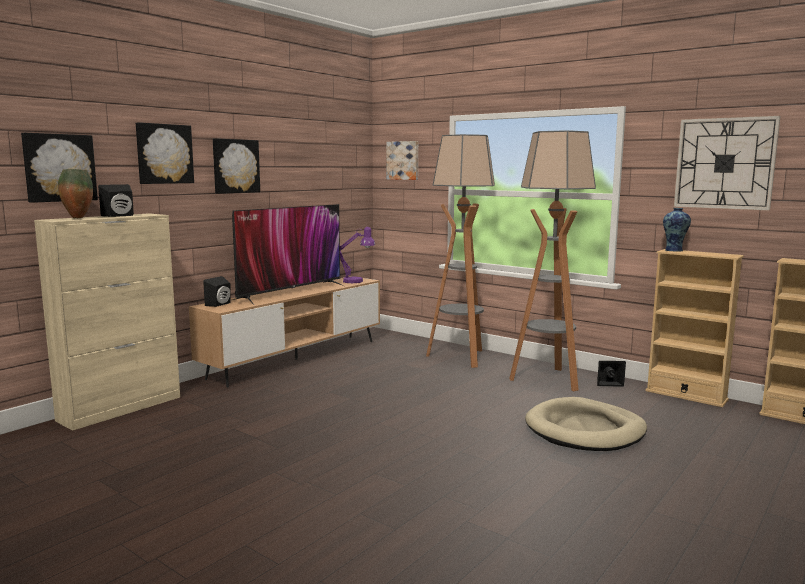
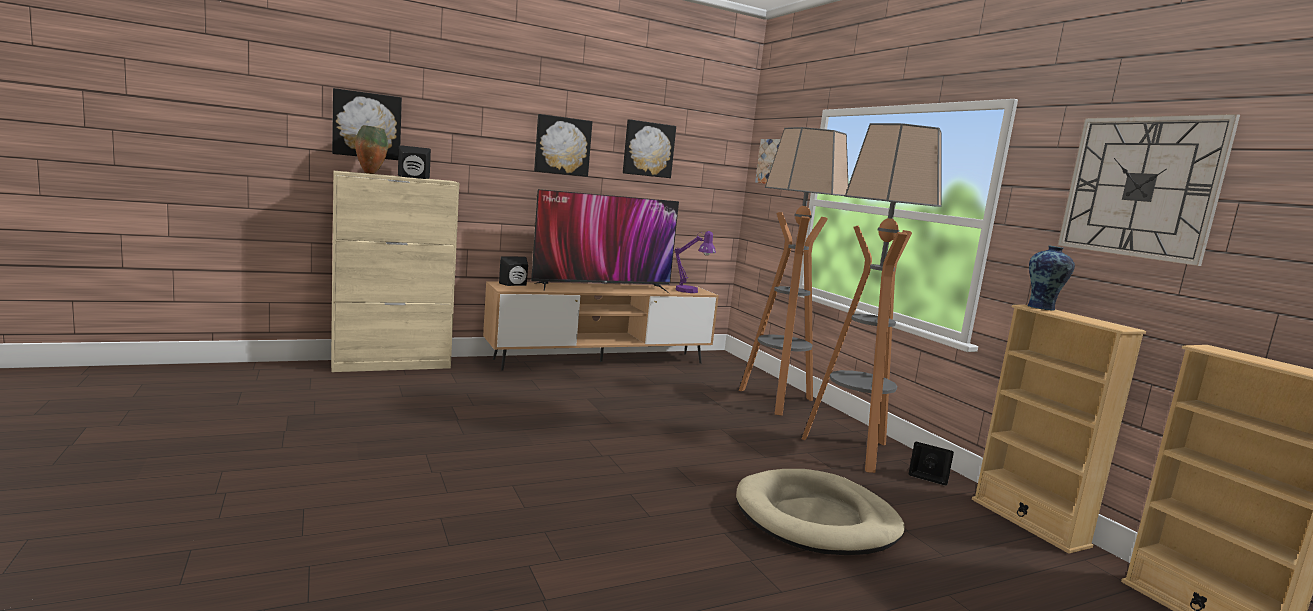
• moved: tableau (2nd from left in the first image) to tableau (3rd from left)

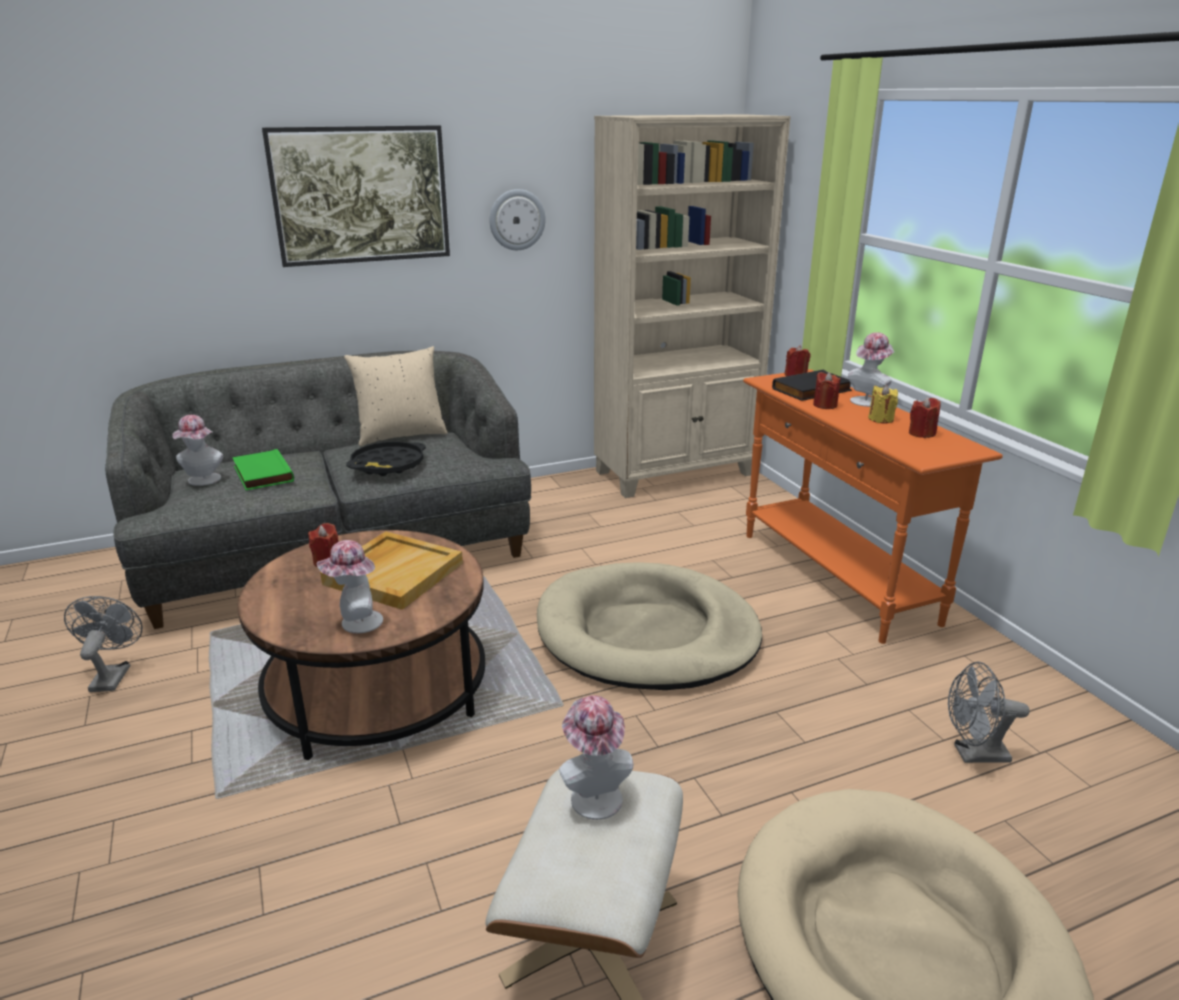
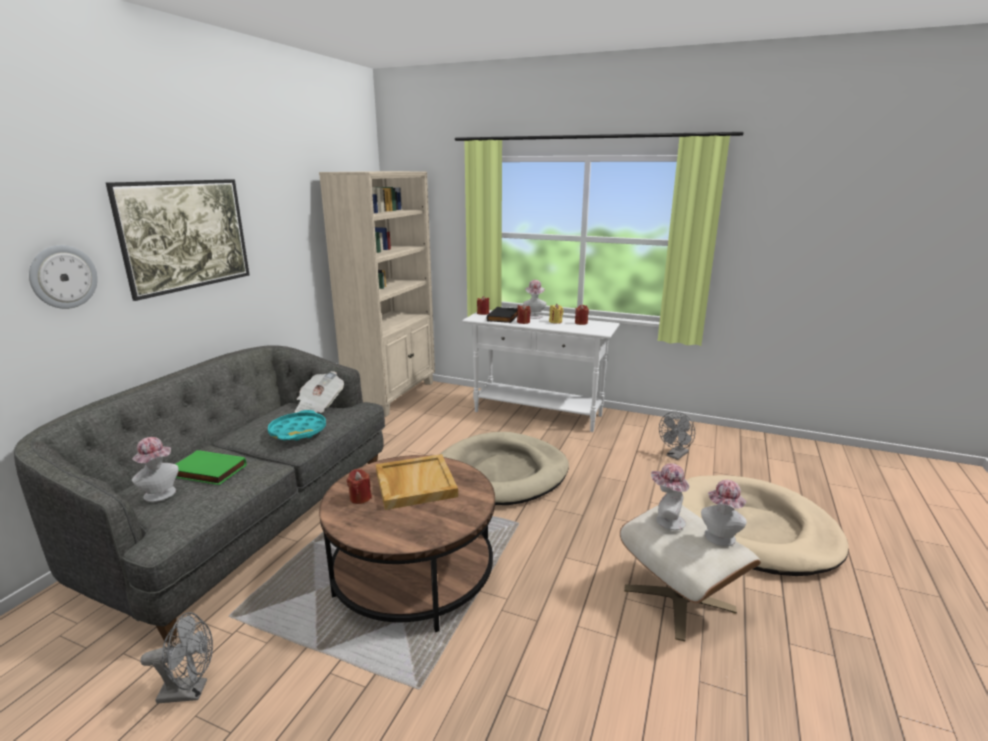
• turned: ventilateur [gris] (1st from left) 135 degrees clockwise
• moved: chapeau (2nd from left in the first image) to chapeau (4th from left)
• removed: coussin [beige]
• recoloured: plateau [noir] to plateau [turquoise]
• moved: horloge murale
• recoloured: table console [orange] to table console [blanc]
• added: journal

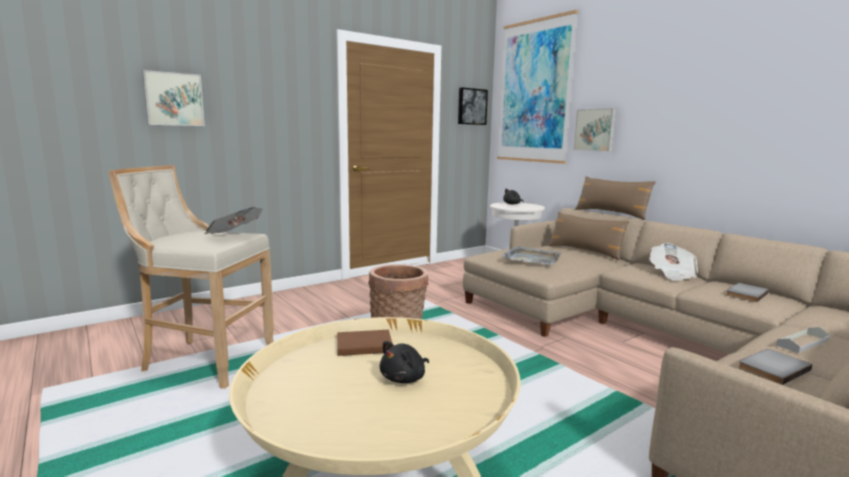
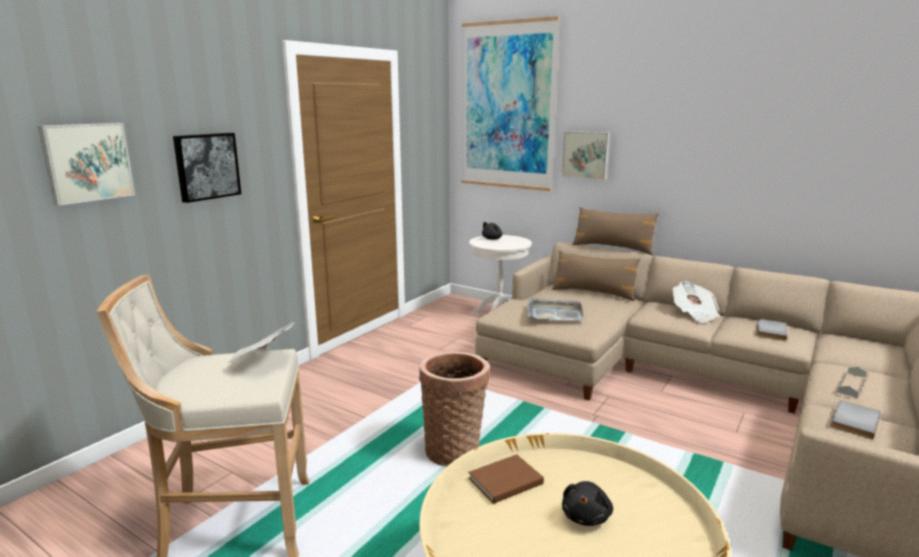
• moved: tableau (2nd from left)

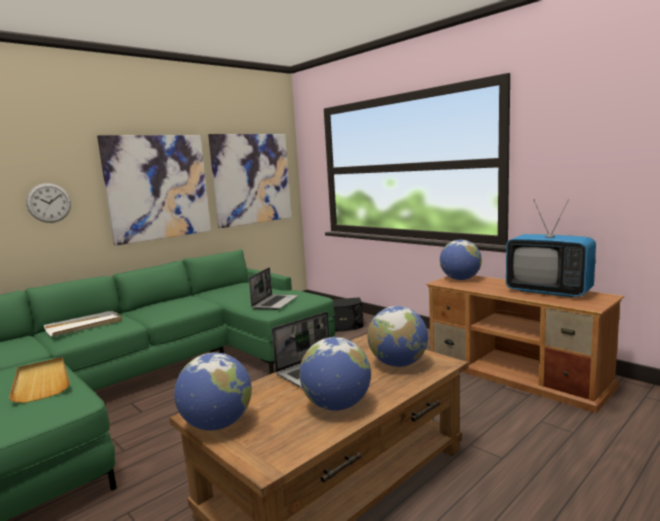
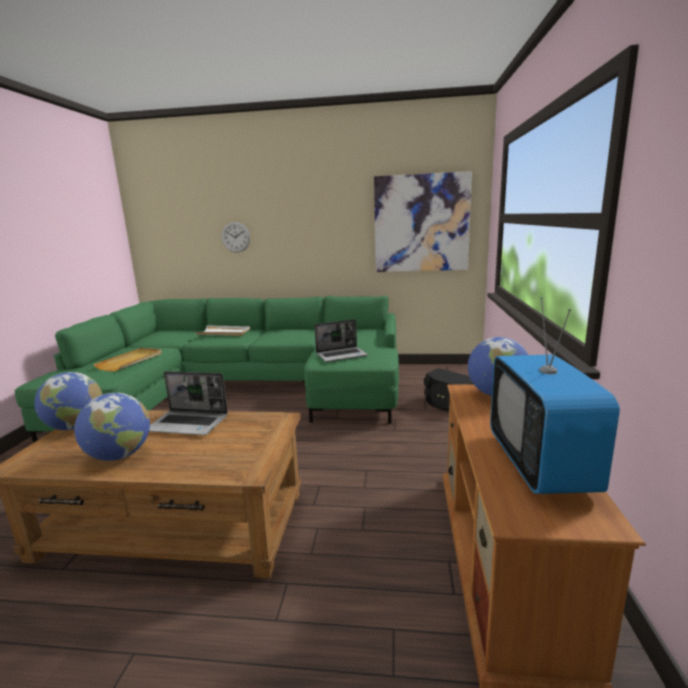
• removed: tableau (1st from left)
• removed: globe (3rd from left)

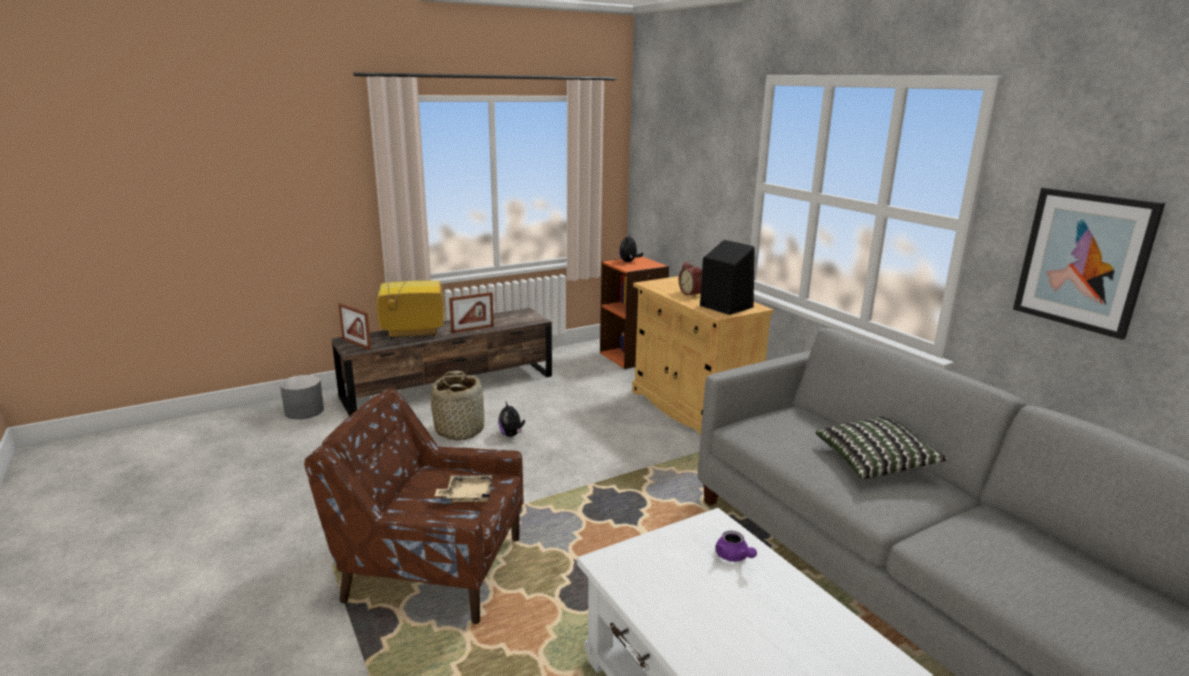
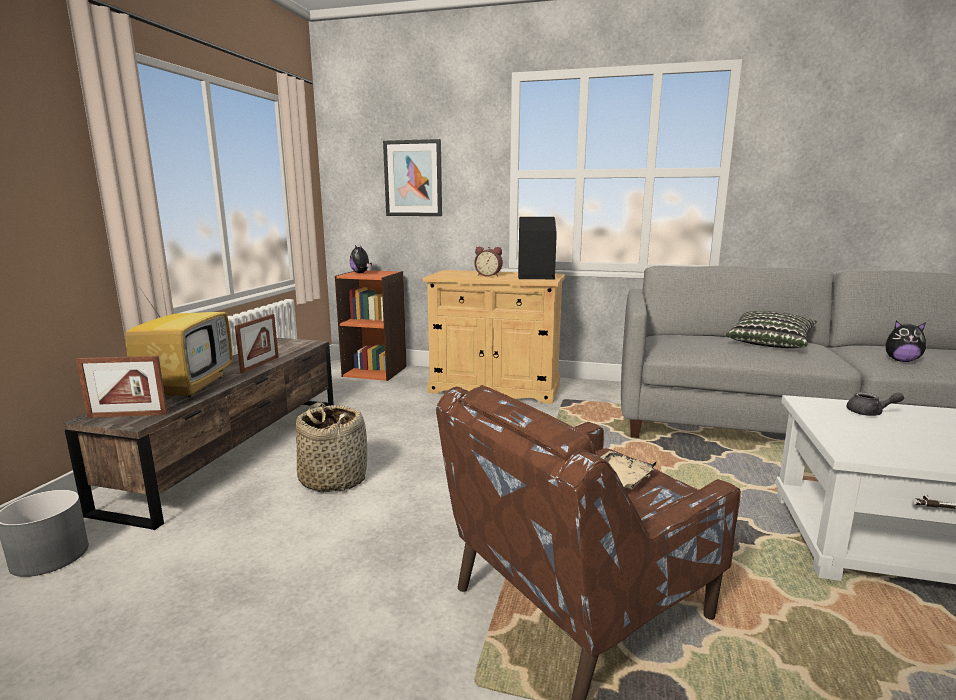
• turned: téléviseur 150 degrees clockwise
• moved: peluche (1st from left in the first image) to peluche (2nd from left)
• recoloured: théière [violet] to théière [gris]
• moved: tableau

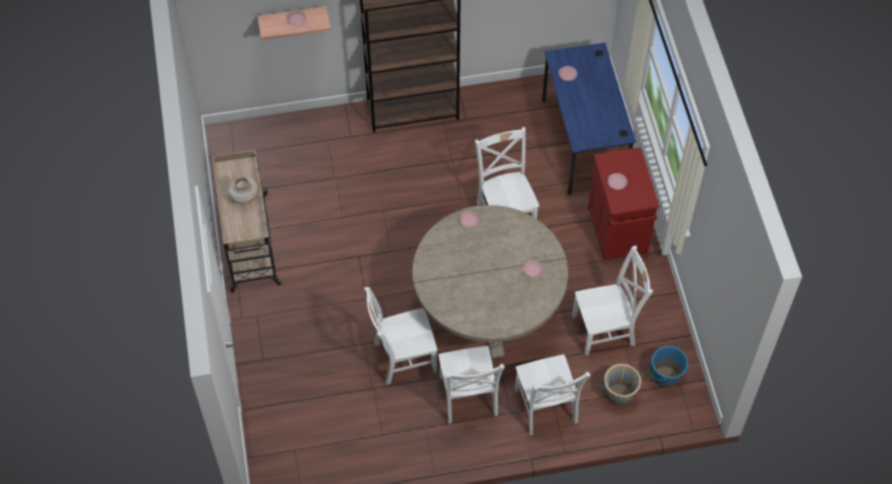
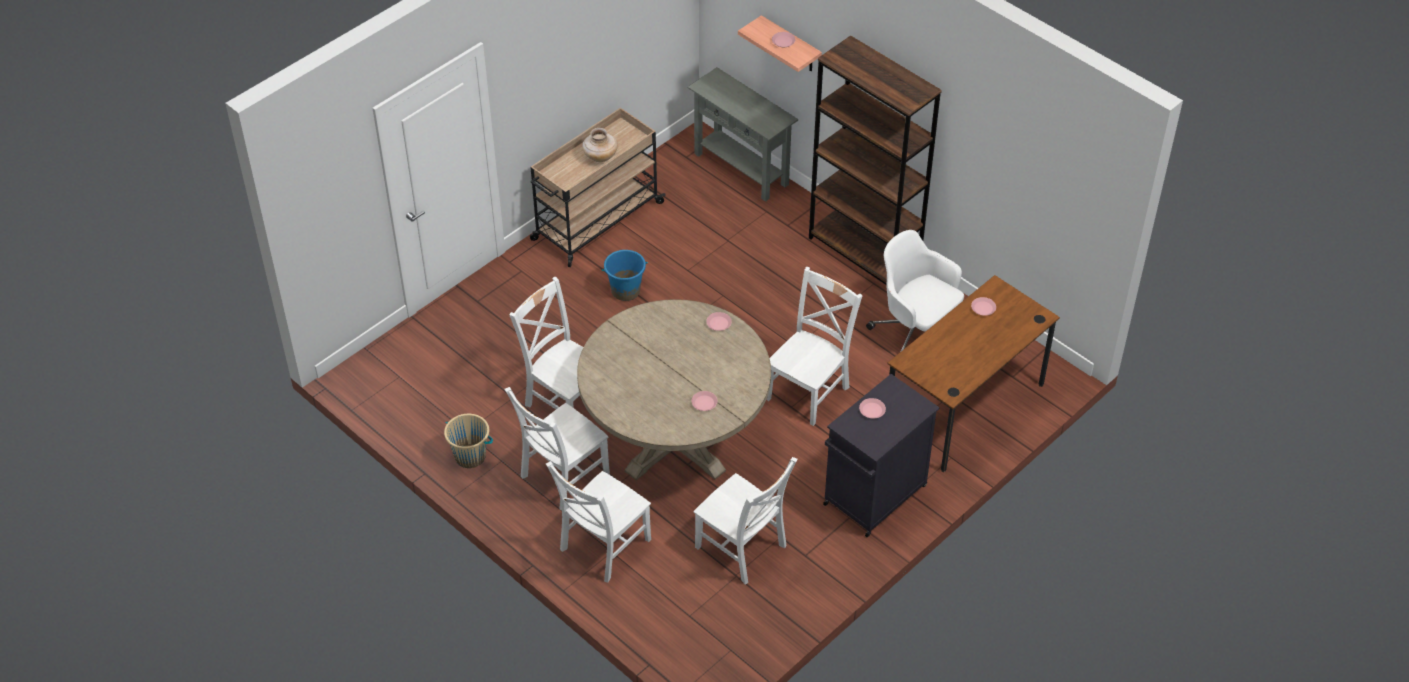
• recoloured: bureau [bleu] to bureau [marron]
• recoloured: meuble de rangement [rouge] to meuble de rangement [noir]
• moved: seau [beige]
• moved: seau [bleu]
• added: table console [gris]
• added: chaise de bureau [blanc]

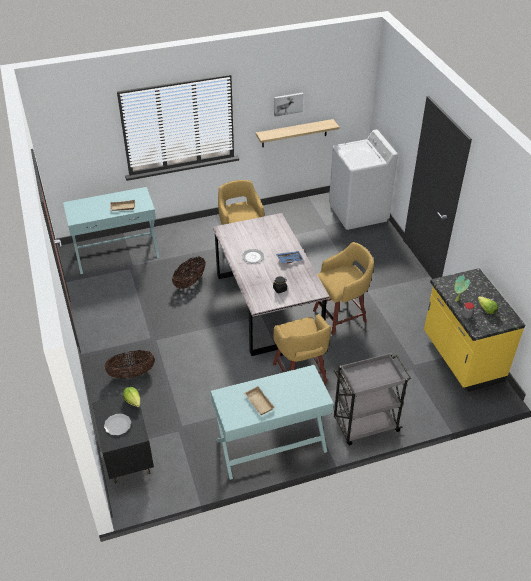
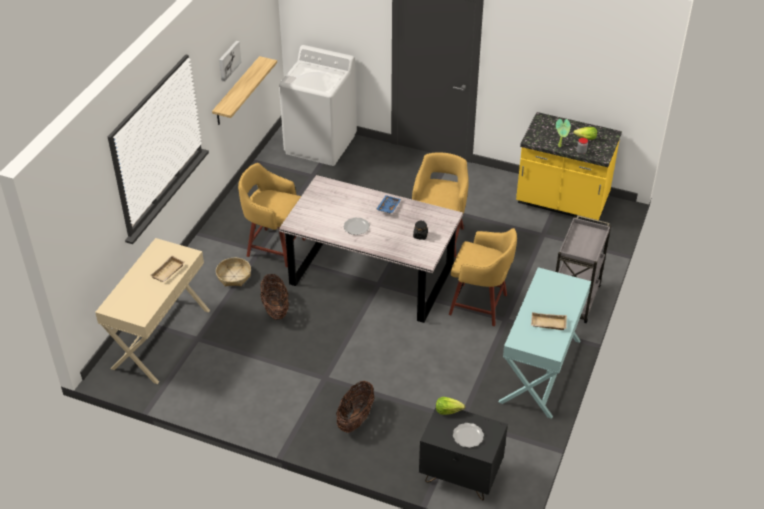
• recoloured: table console [turquoise] (1st from left) to table console [beige]
• added: panier (1st from left)

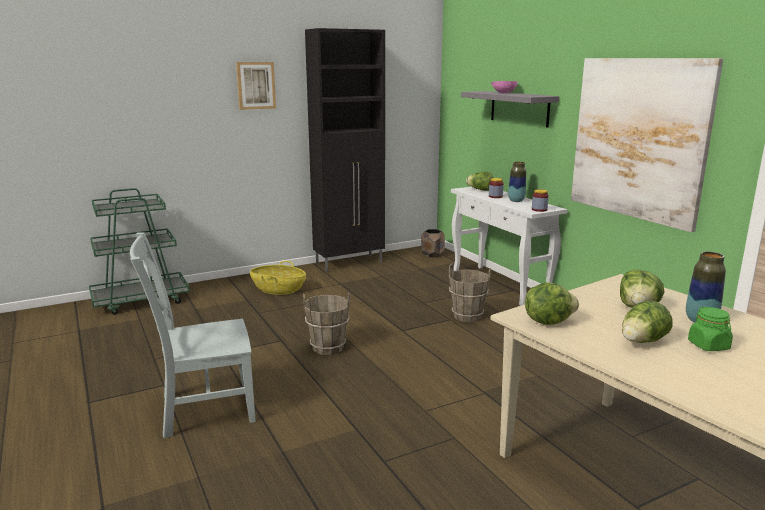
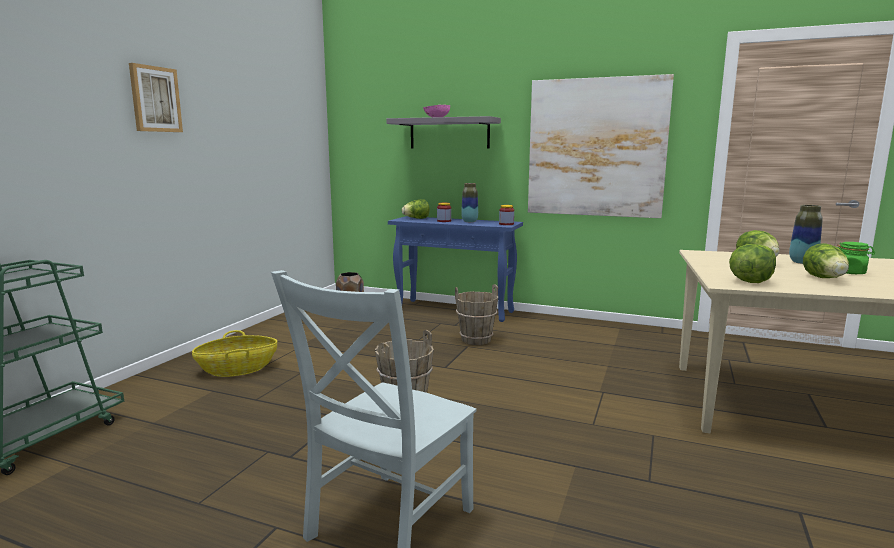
• removed: meuble de rangement [noir]
• recoloured: table console [blanc] to table console [bleu]

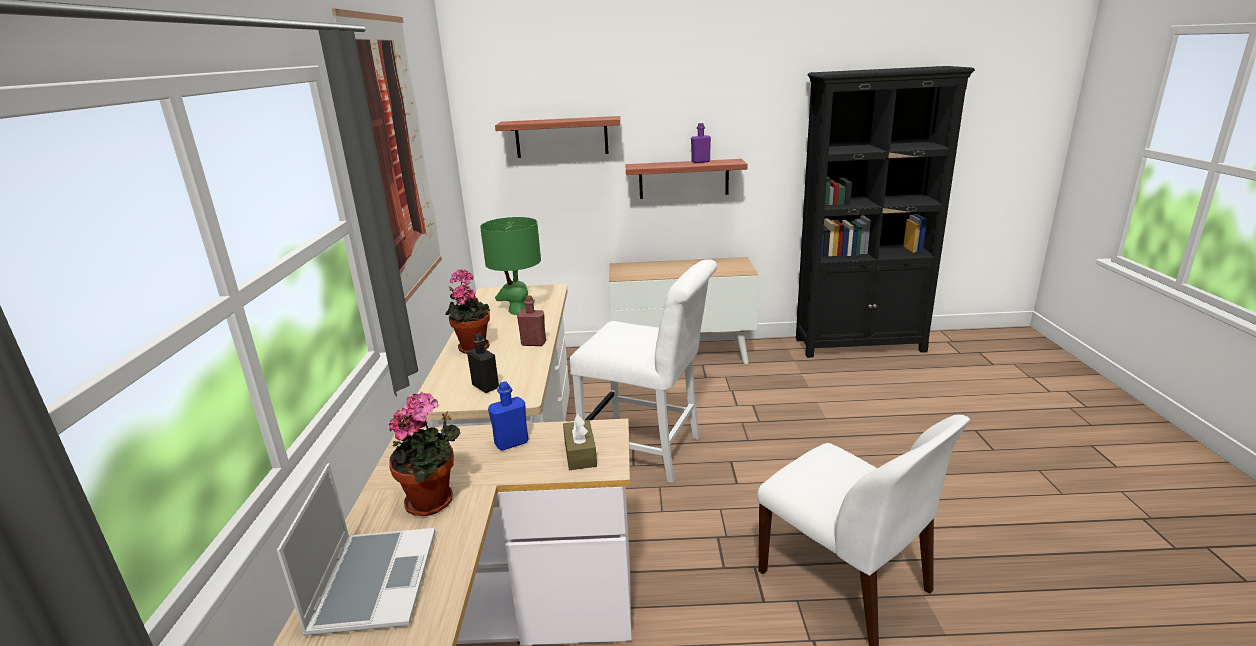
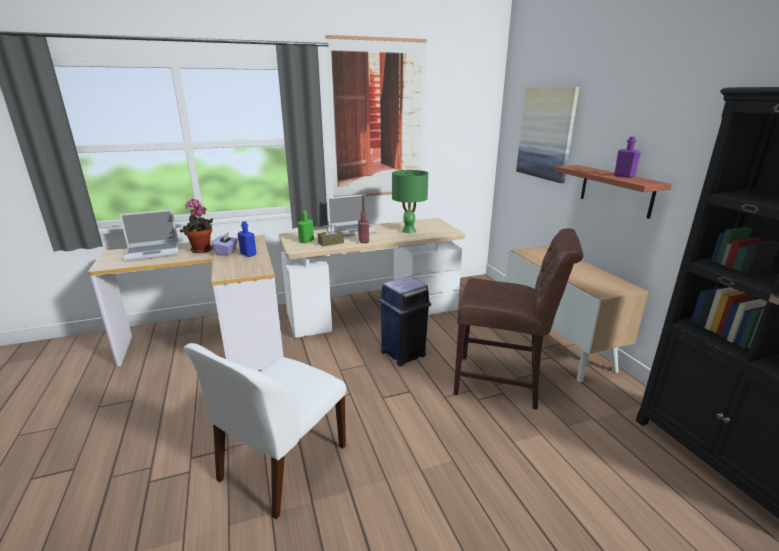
• replaced: plante en pot (2nd from left) to ordinateur portable (2nd from left)
• recoloured: bouteille [noir] to bouteille [vert]
• replaced: étagère (1st from left) to tableau (2nd from left)
• moved: boîte à mouchoirs [marron]
• replaced: chaise [blanc] (1st from left) to poubelle [bleu]
• added: boîte à mouchoirs [violet]
• added: chaise [marron]

